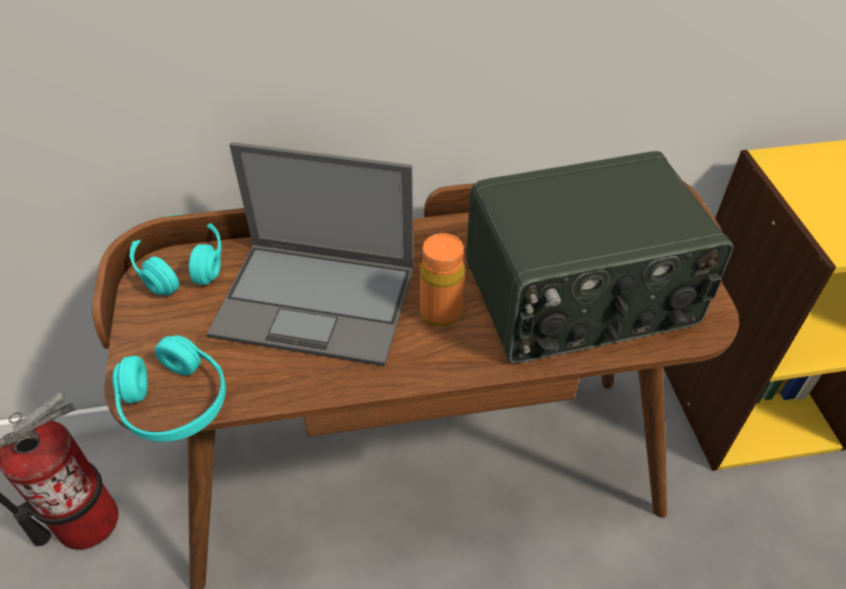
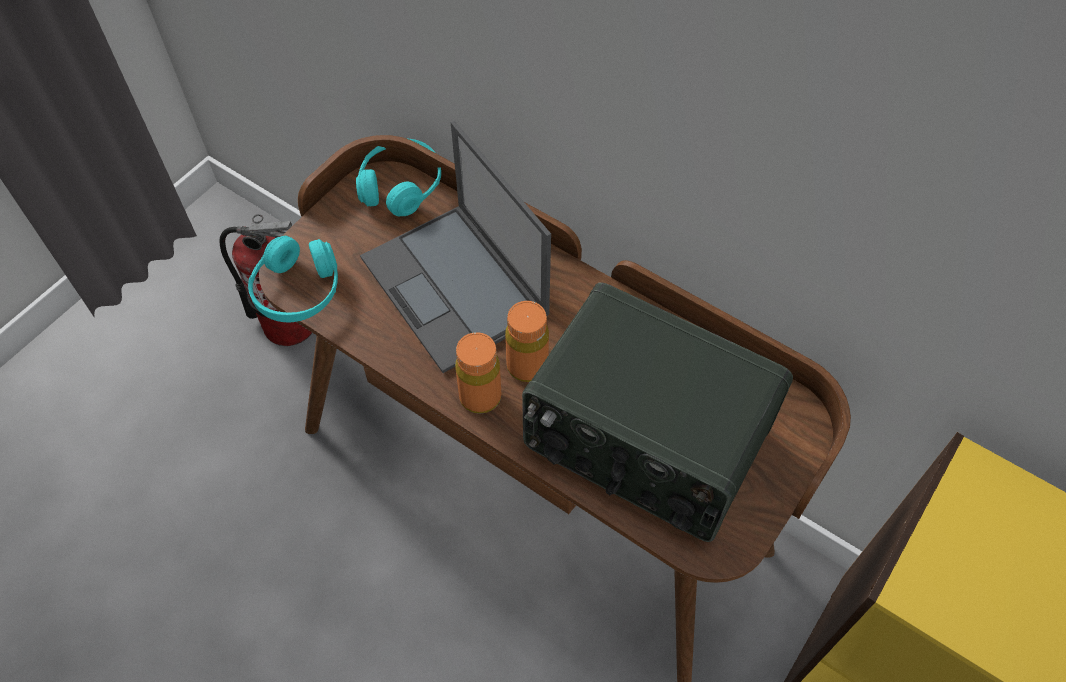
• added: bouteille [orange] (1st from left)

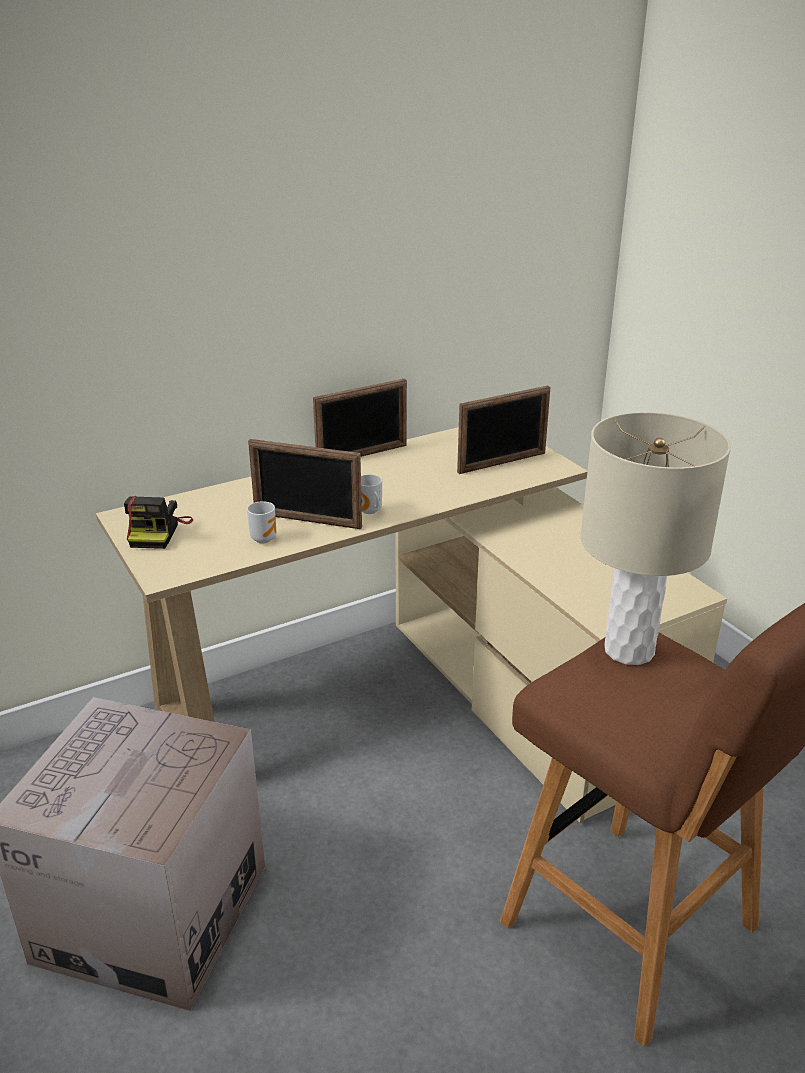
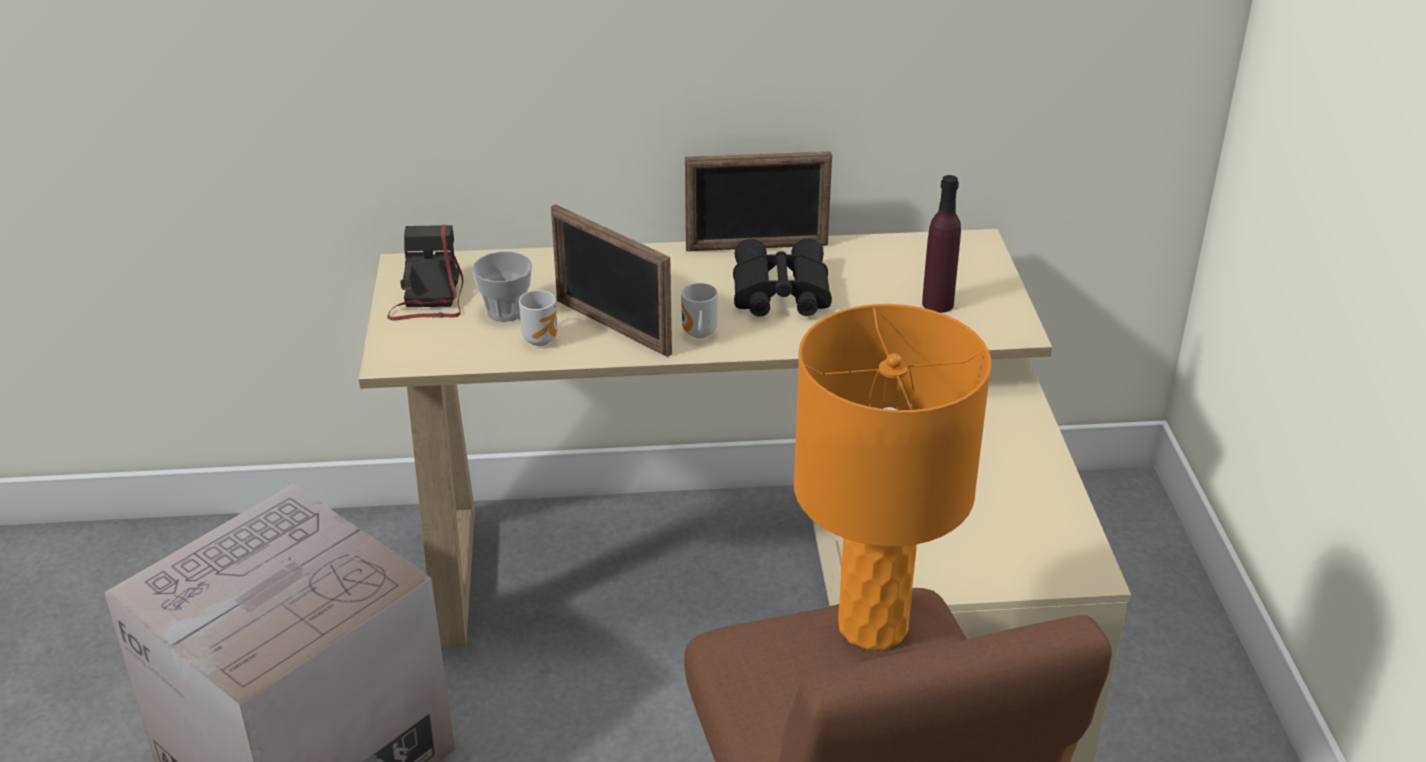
• turned: appareil photo 150 degrees clockwise
• replaced: cadre photo (3rd from left) to bouteille [violet]
• recoloured: lampe de table [beige] to lampe de table [orange]
• added: tasse
• added: jumelles [noir]

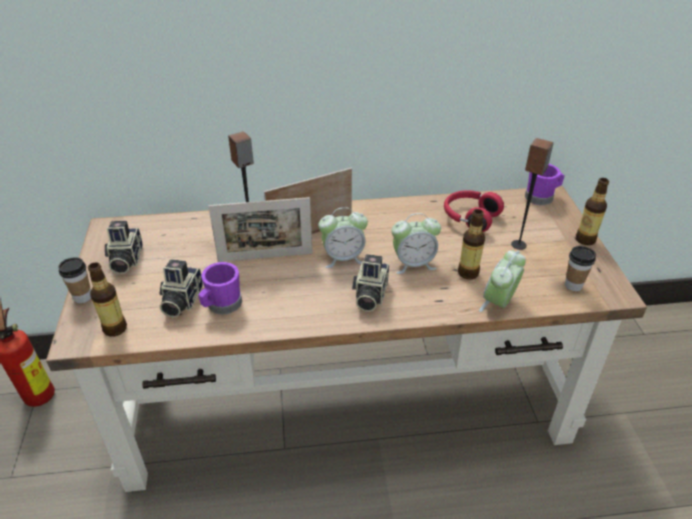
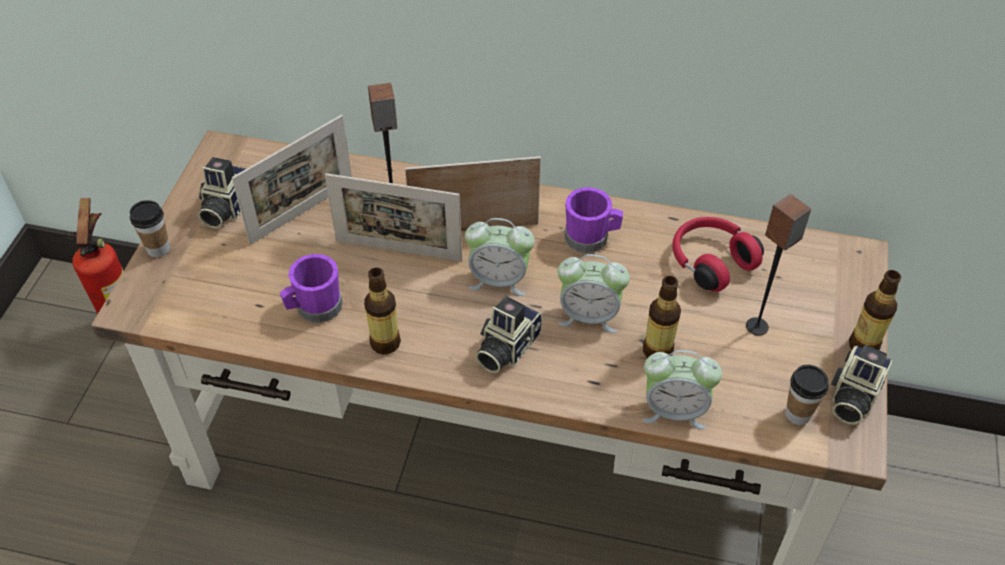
• moved: bouteille (1st from left)
• moved: appareil photo (2nd from left in the first image) to appareil photo (3rd from left)
• turned: réveil (3rd from left) 135 degrees counterclockwise
• moved: mug [violet] (2nd from left)
• added: cadre photo (1st from left)

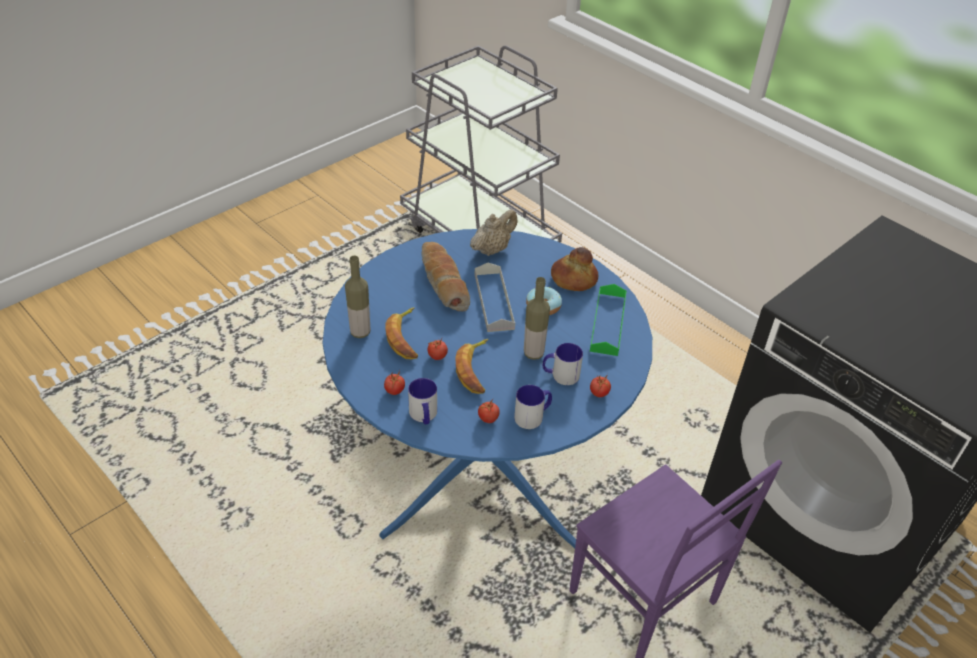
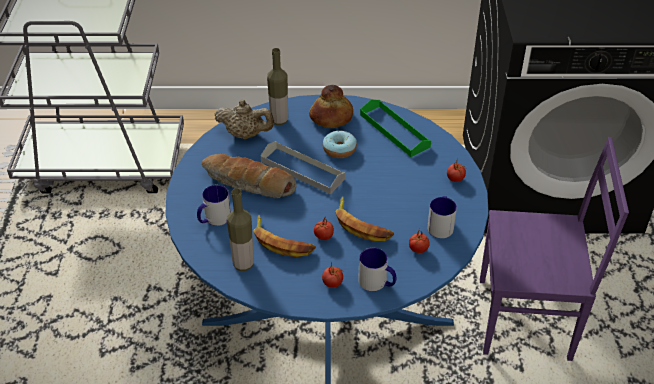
• turned: théière [beige] 105 degrees clockwise
• moved: bouteille (2nd from left)
• moved: mug (3rd from left in the first image) to mug (1st from left)

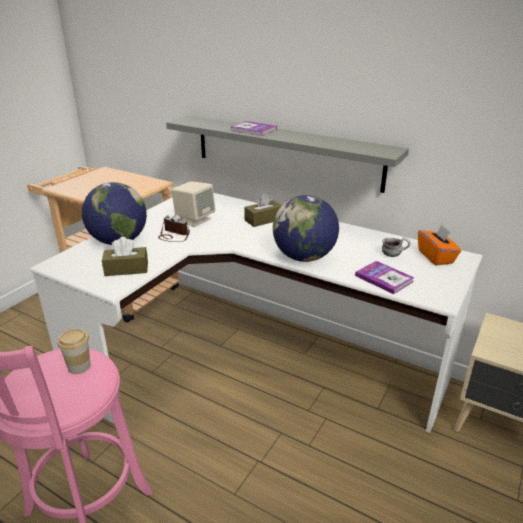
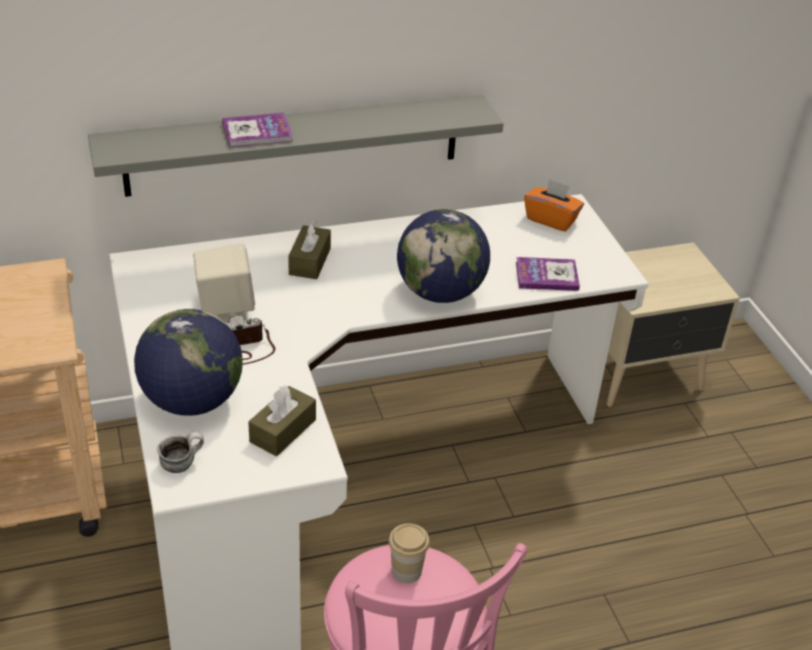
• moved: mug

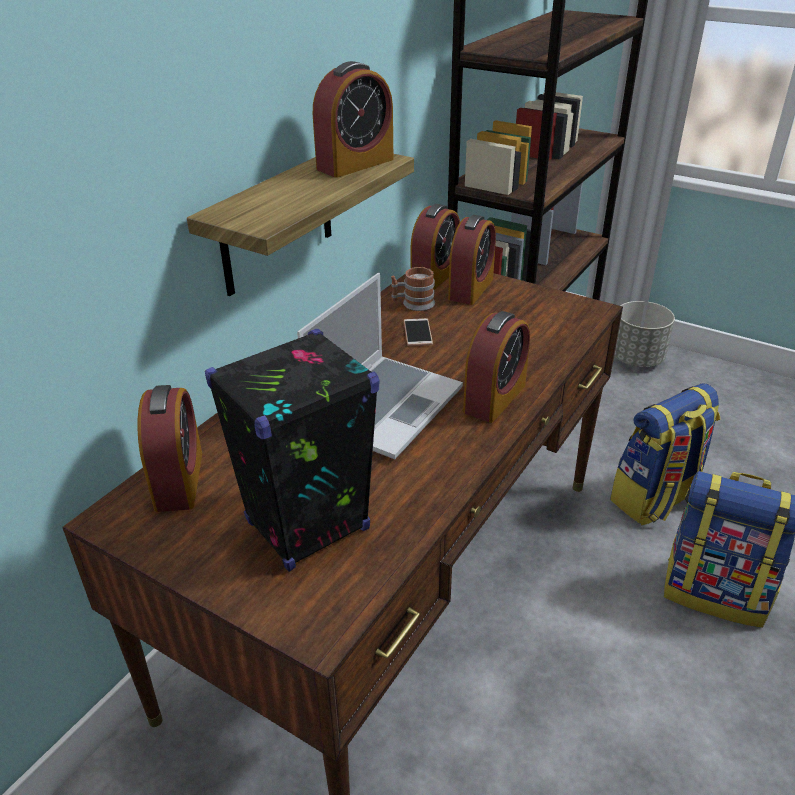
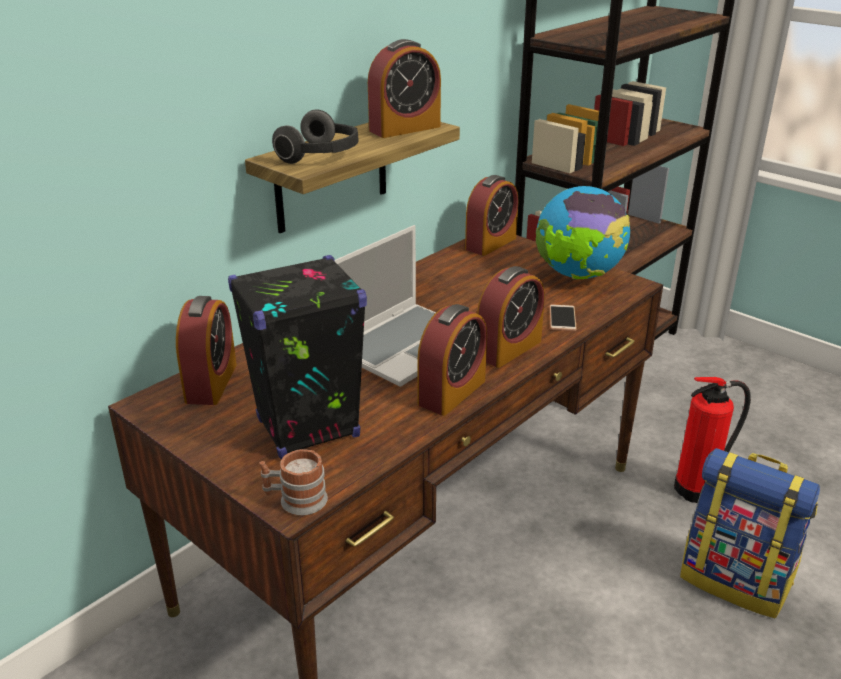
• moved: mug
• moved: téléphone
• moved: réveil (4th from left in the first image) to réveil (3rd from left)
• replaced: sac à dos (1st from left) to extincteur
• removed: cache-pot [gris]
• added: casque audio
• added: globe

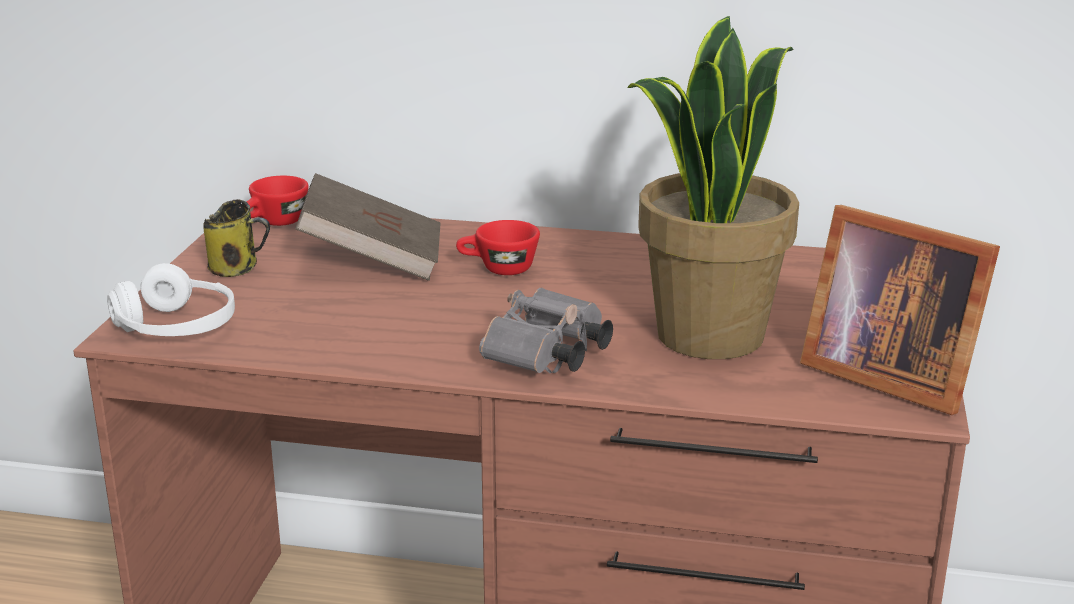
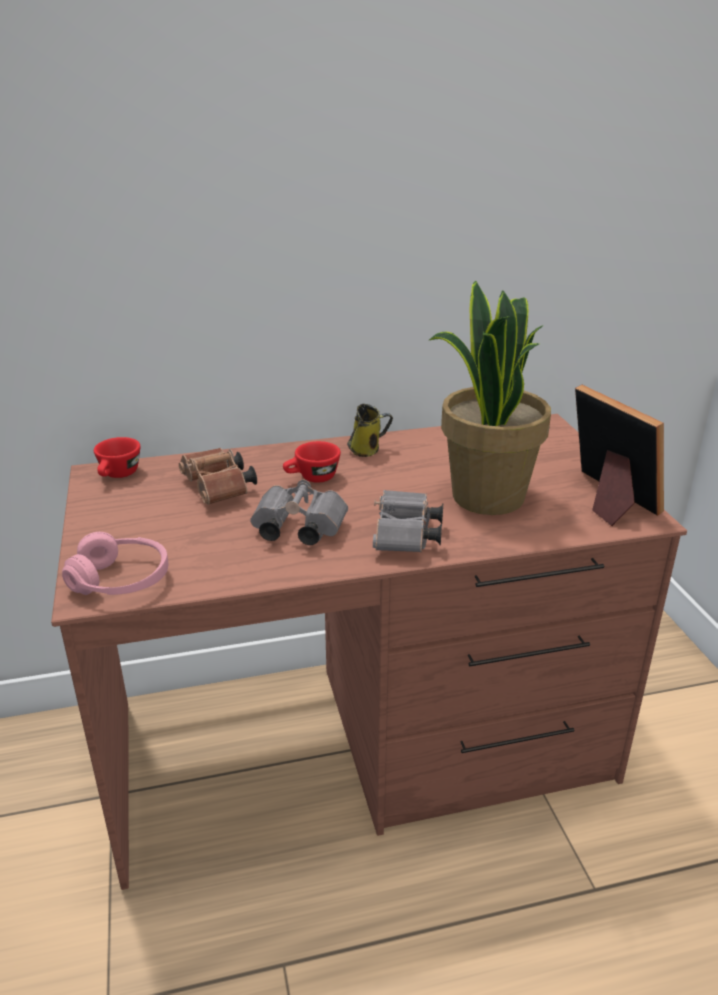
• recoloured: casque audio [blanc] to casque audio [rose]
• moved: mug
• replaced: livre [marron] to jumelles [marron]
• turned: cadre photo 135 degrees counterclockwise
• added: jumelles [gris] (1st from left)

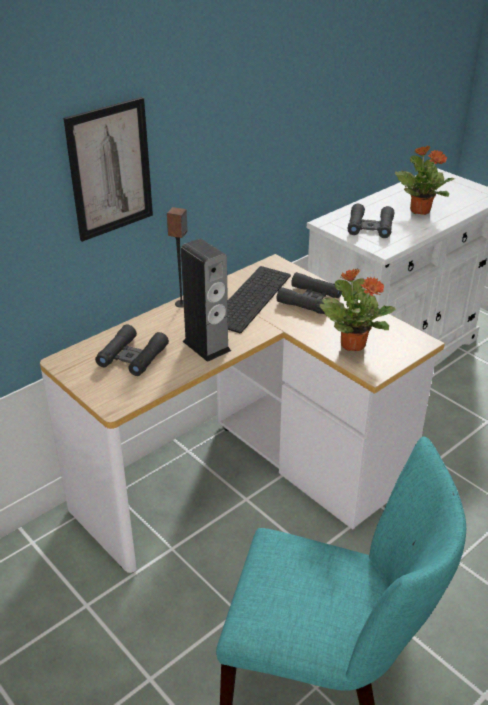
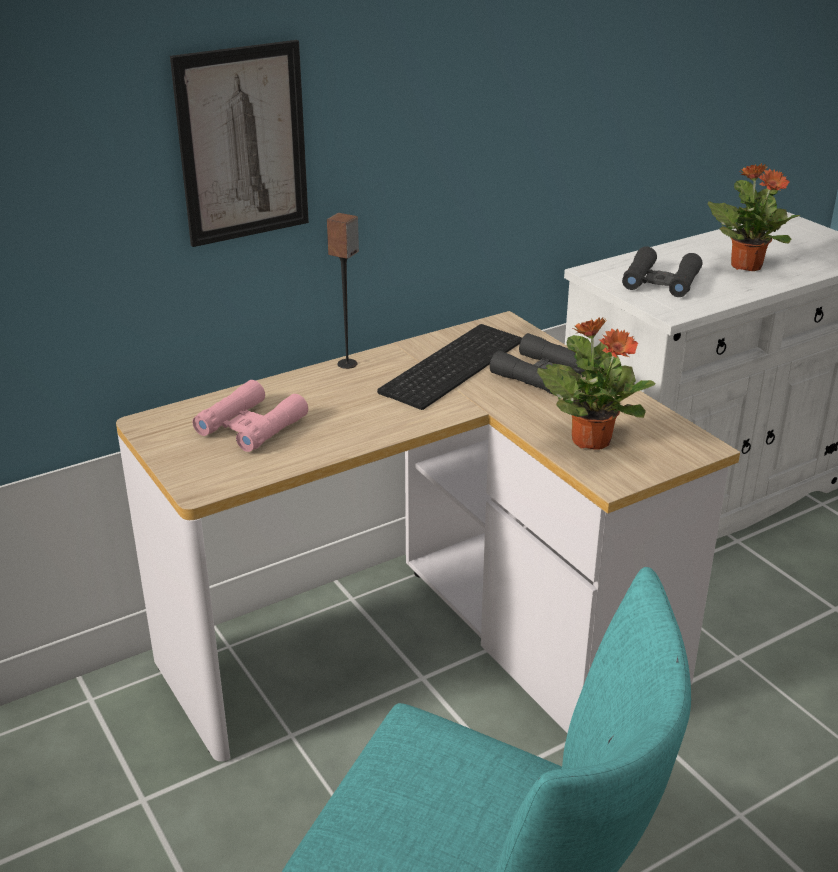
• recoloured: jumelles [noir] (1st from left) to jumelles [rose]
• removed: enceinte (2nd from left)

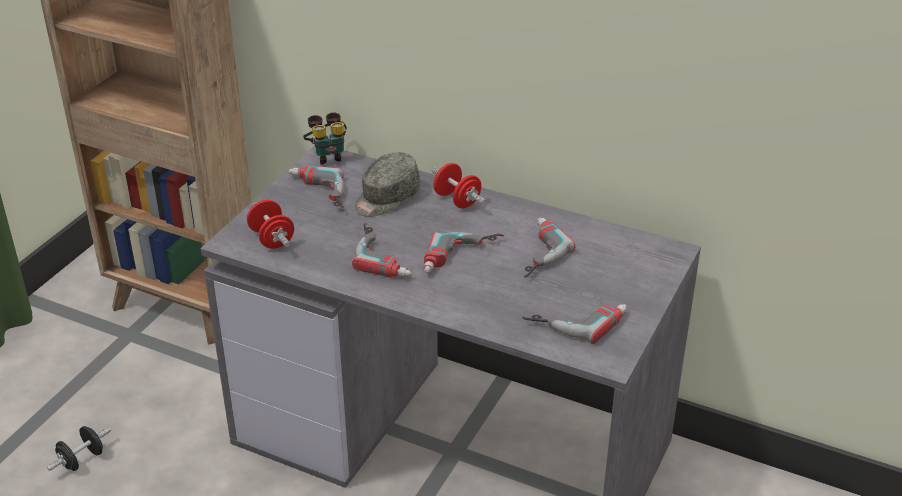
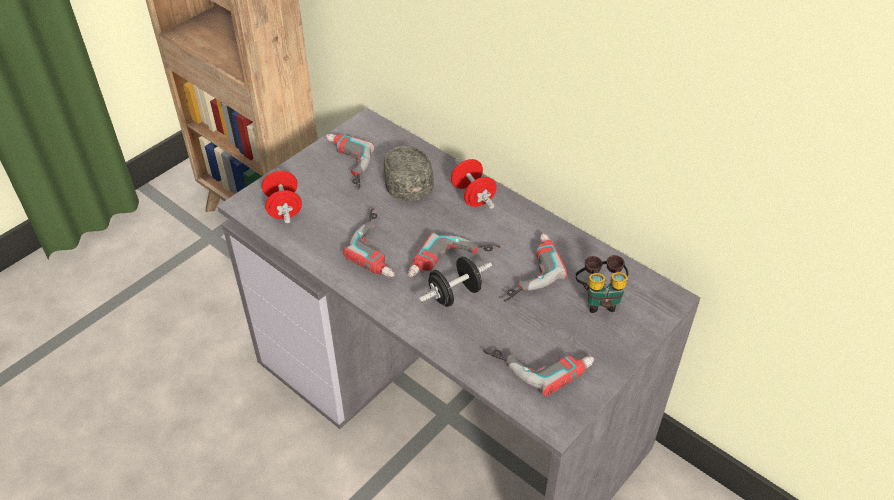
• moved: haltère [noir]
• moved: jumelles
• turned: casquette [gris] 105 degrees clockwise

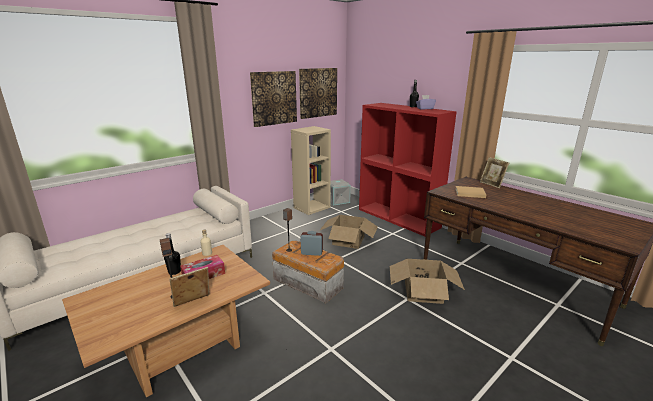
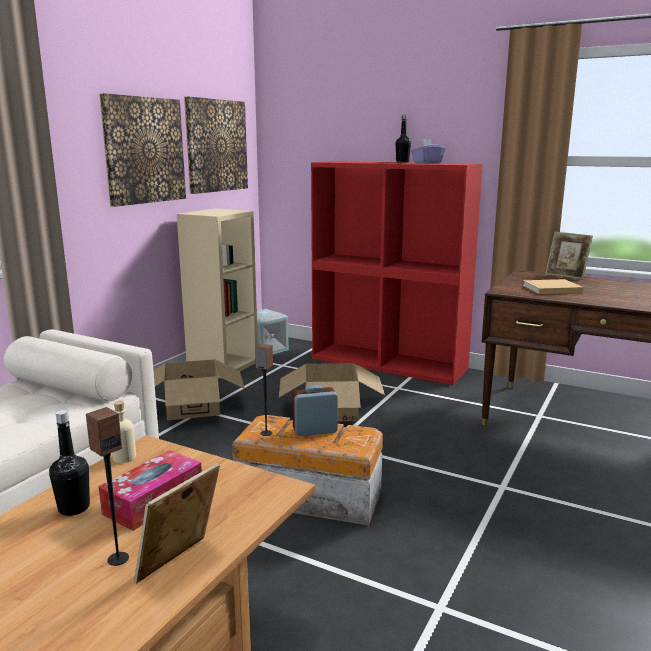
• moved: carton (2nd from left in the first image) to carton (1st from left)

